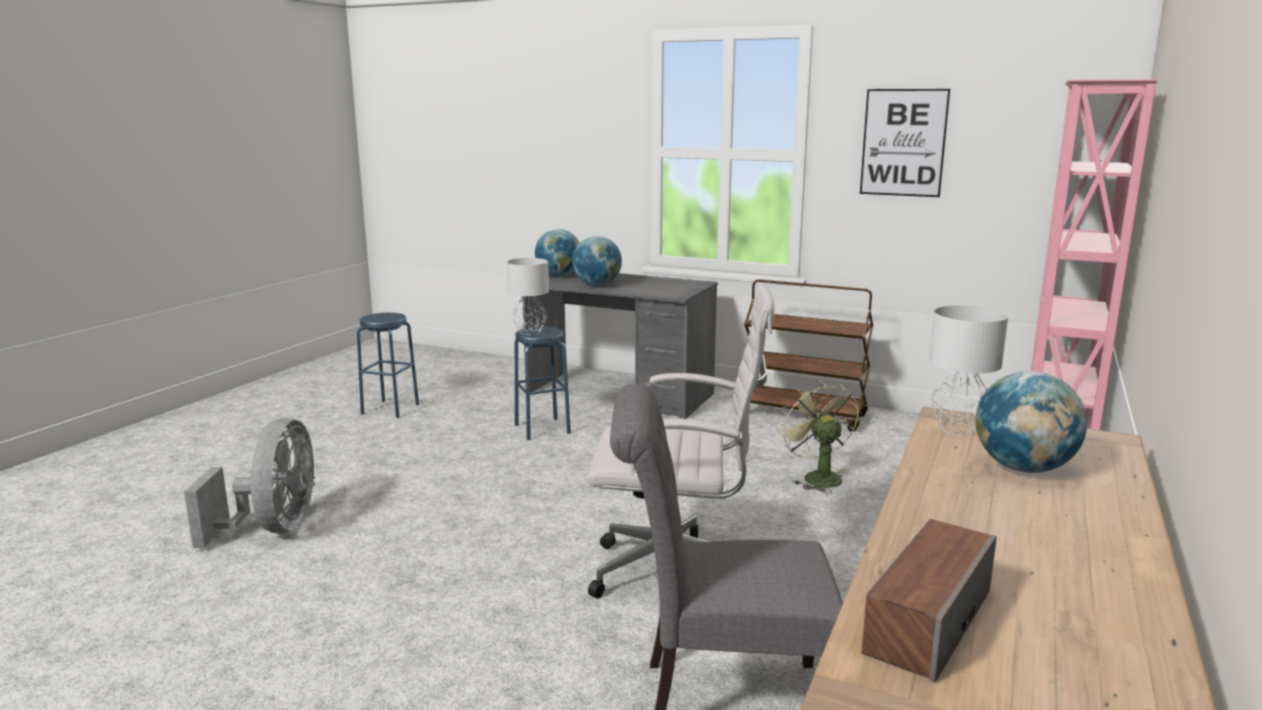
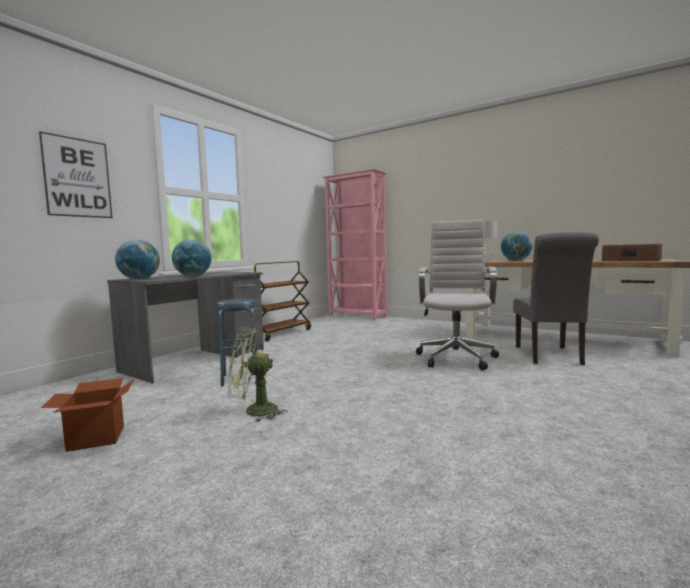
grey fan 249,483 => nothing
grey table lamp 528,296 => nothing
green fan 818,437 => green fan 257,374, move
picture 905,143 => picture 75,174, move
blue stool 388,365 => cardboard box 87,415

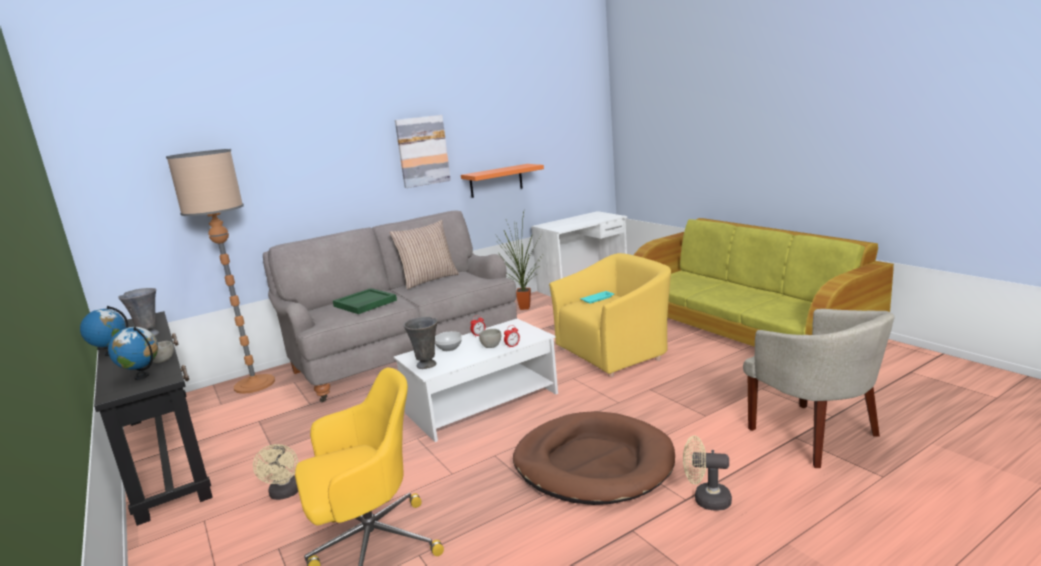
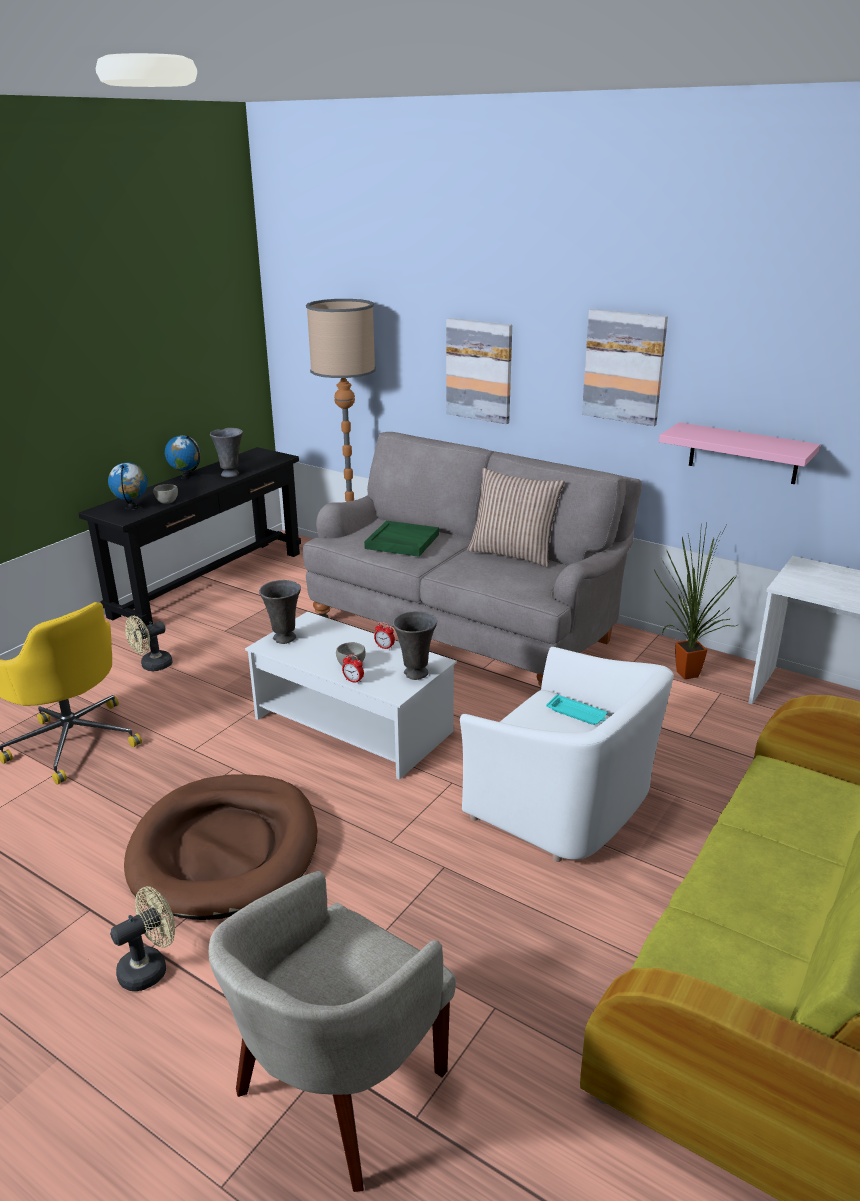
bowl 448,341 => nothing
nothing => grey vase 415,645
nothing => picture 479,371
orange shelf 502,181 => pink shelf 739,453
yellow armchair 610,315 => white armchair 567,754
beige fan 707,473 => beige fan 142,938, 60 degrees clockwise

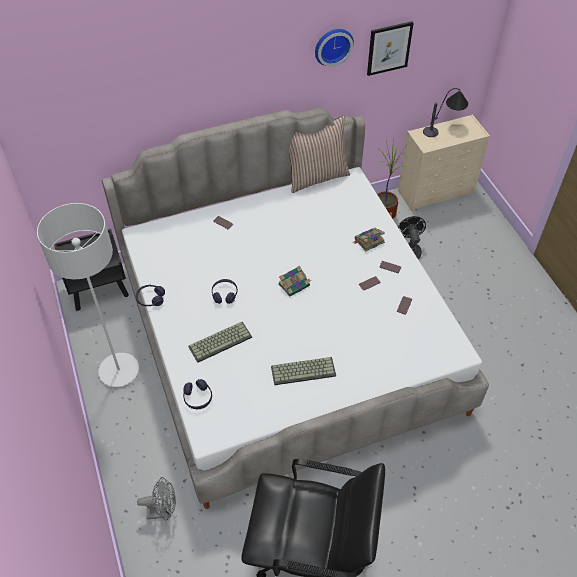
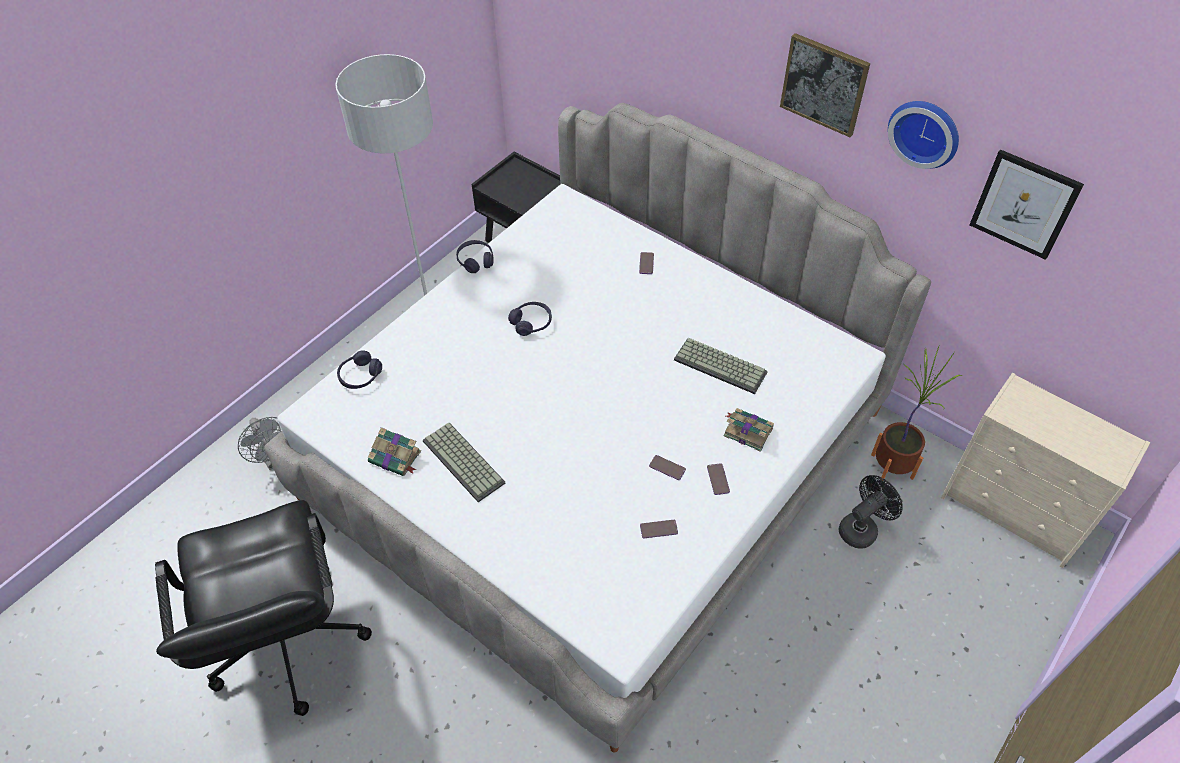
pillow 319,154 => nothing
table lamp 445,112 => nothing
nothing => picture 825,85
keyboard 220,342 => keyboard 721,366, move
book 294,281 => book 394,451, move

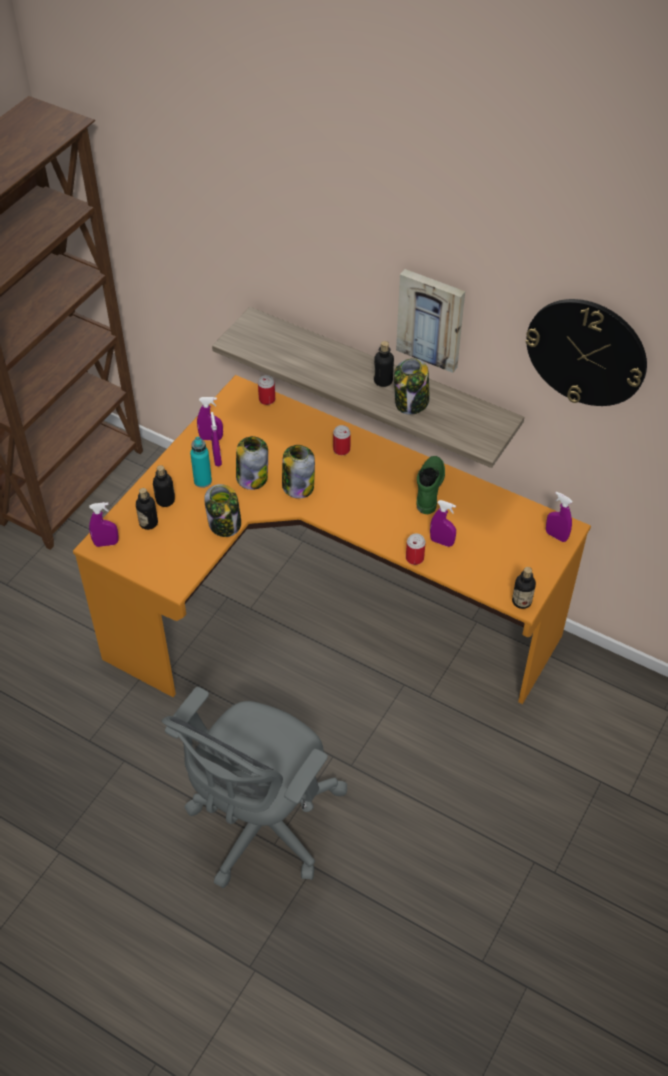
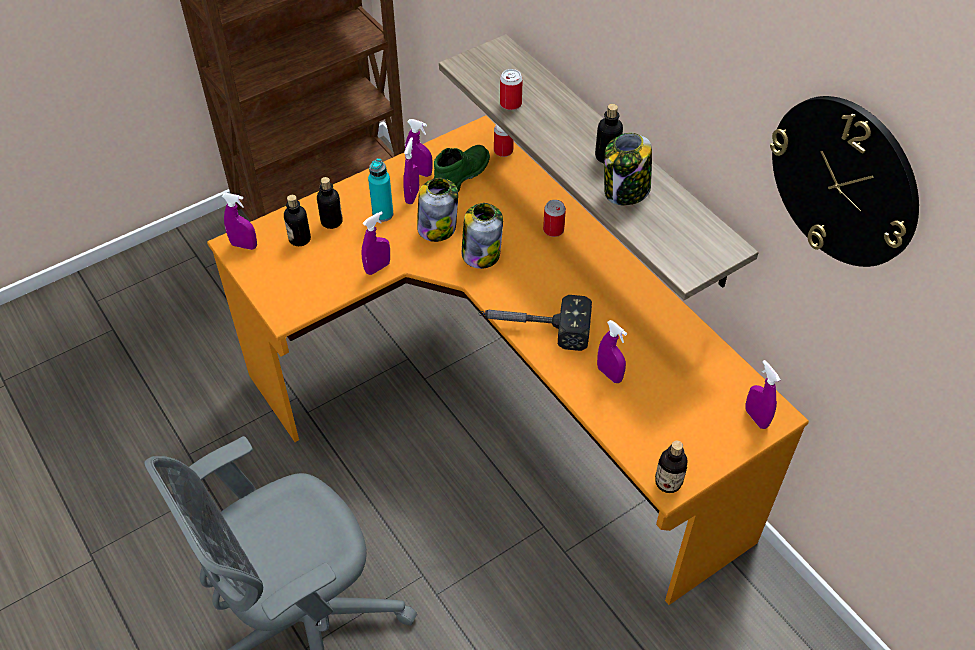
picture 430,321 => nothing
nothing => hammer 535,323
can 416,549 => can 511,89, move
green boot 431,485 => green boot 462,168, move
jar 222,510 => purple spray bottle 375,243

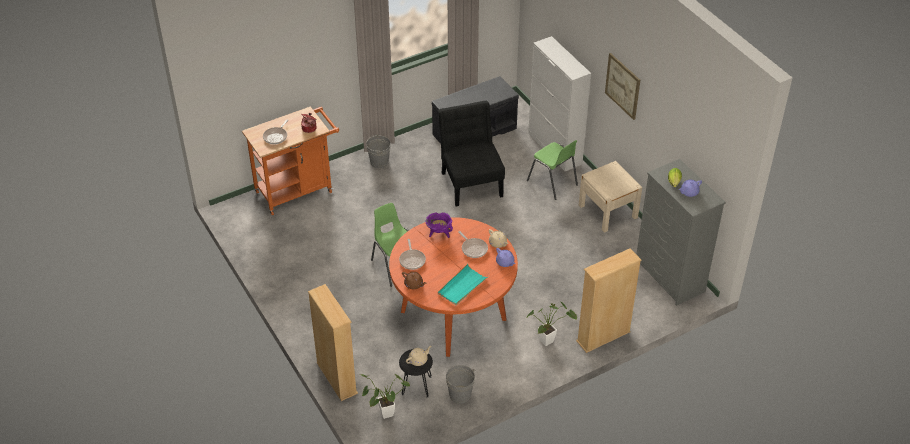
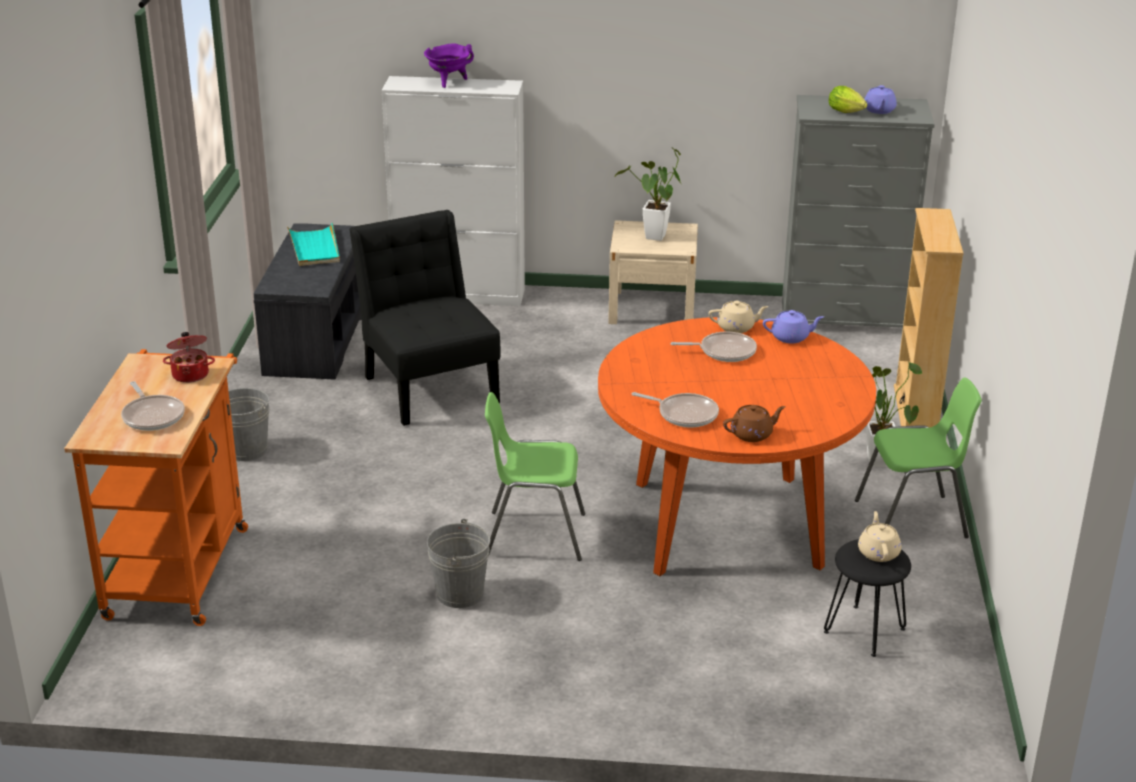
beige bookcase 333,342 => nothing
picture 622,86 => nothing
potted plant 385,396 => potted plant 648,194, move
purple cooking pot 439,225 => purple cooking pot 449,65, move
turquoise tray 463,284 => turquoise tray 313,244, move
grey bucket 461,384 => grey bucket 458,563, move
green chair 552,170 => green chair 918,457, move
black chair 471,153 => black chair 424,318, 45 degrees clockwise

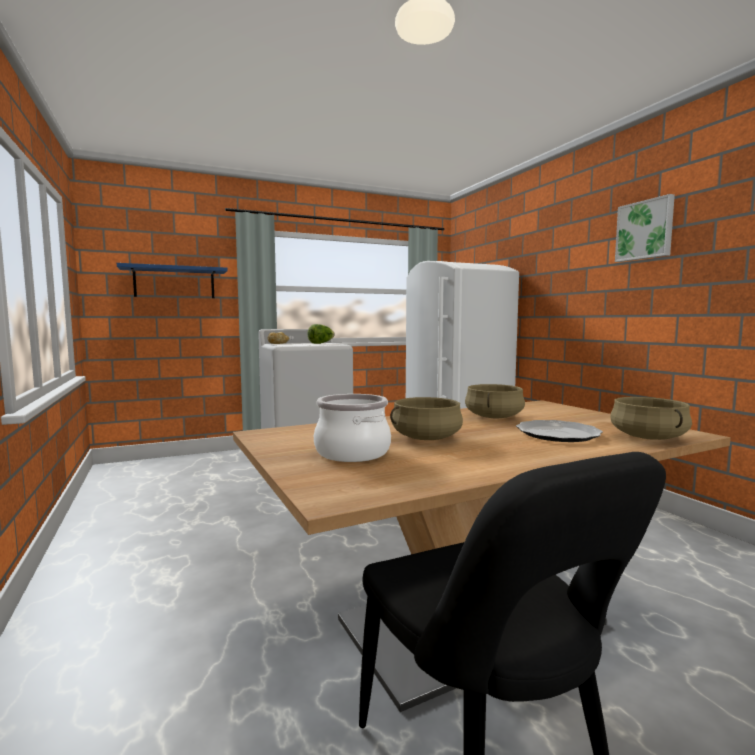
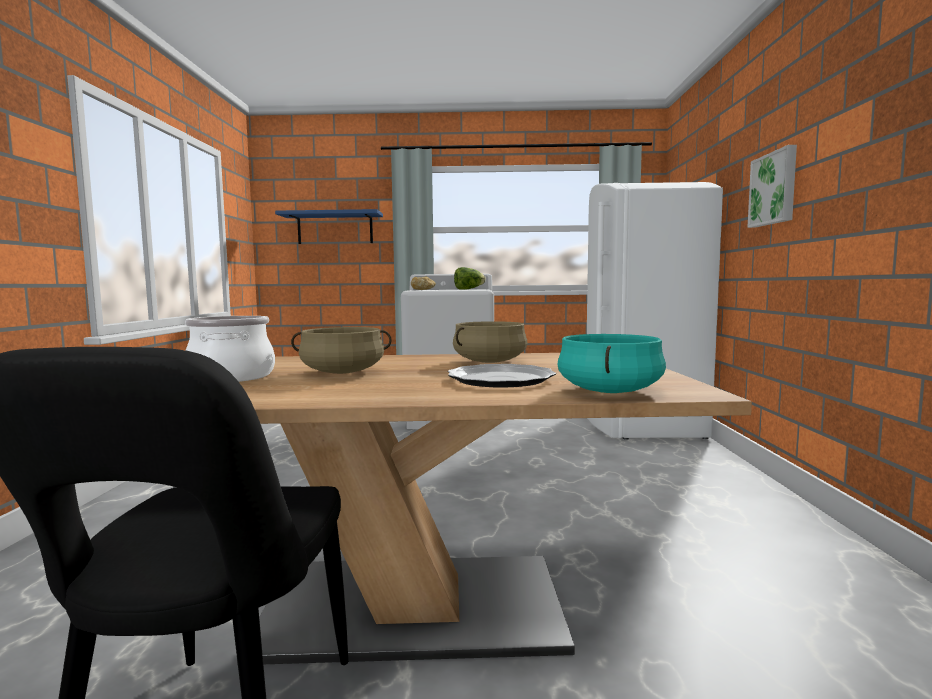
picture 645,228 => picture 772,186, move
beige cooking pot 651,418 => turquoise cooking pot 611,363

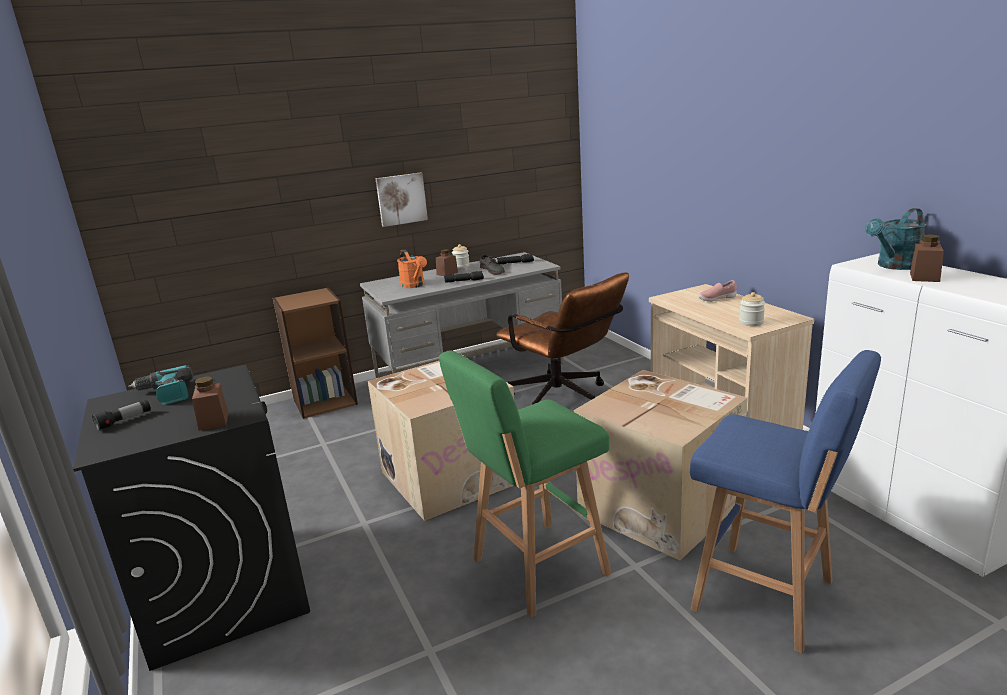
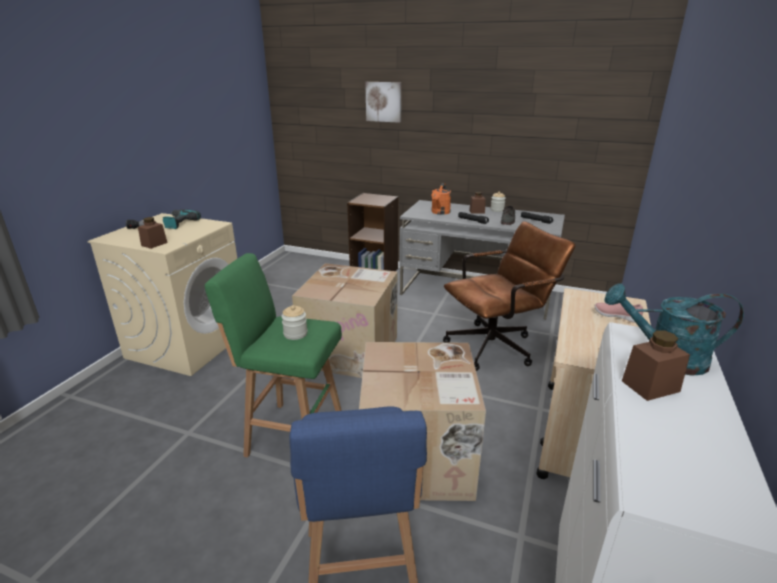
picture 401,199 => picture 383,102, move
jar 752,309 => jar 294,322, move
black washing machine 191,518 => beige washing machine 162,294
brown office chair 562,339 => brown office chair 509,296, 120 degrees counterclockwise

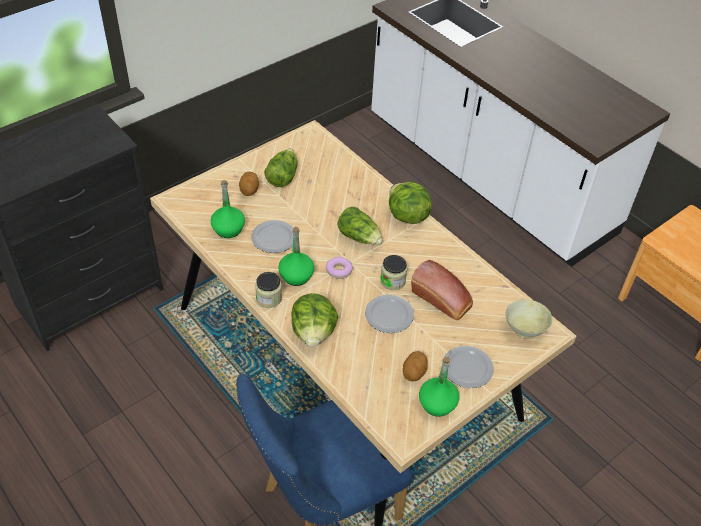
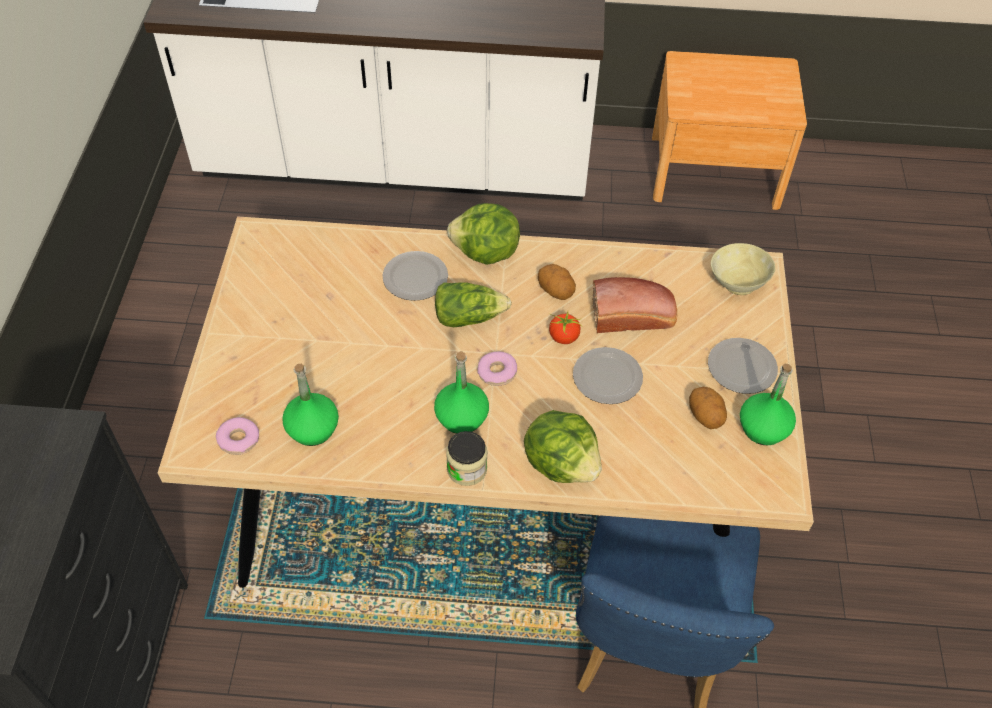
lettuce 281,167 => nothing
nothing => donut 237,436
potato 249,184 => potato 557,282, move
plate 272,236 => plate 415,276, move
jar 393,272 => tomato 565,328

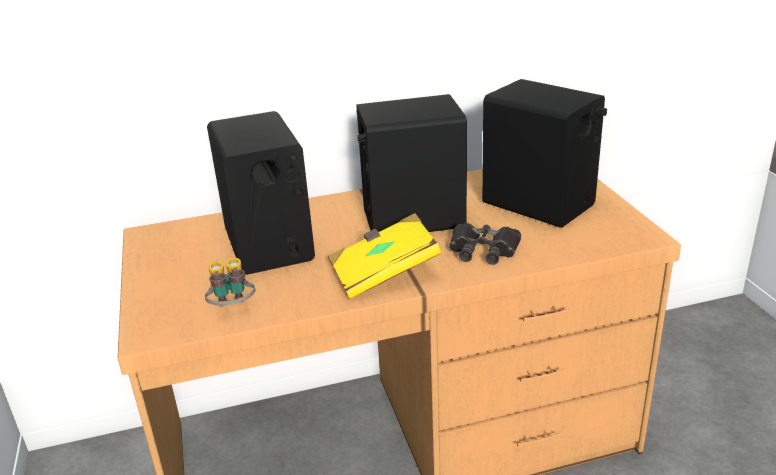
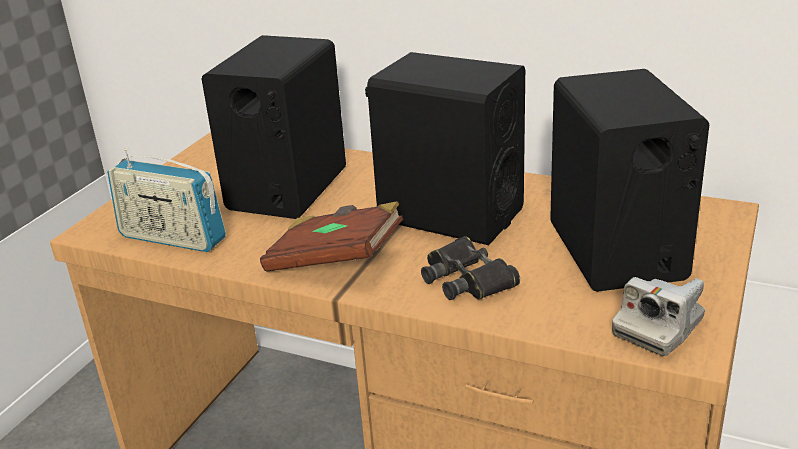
nothing => photo camera 658,316
binoculars 230,282 => radio 166,200
yellow book 384,256 => brown book 331,236

